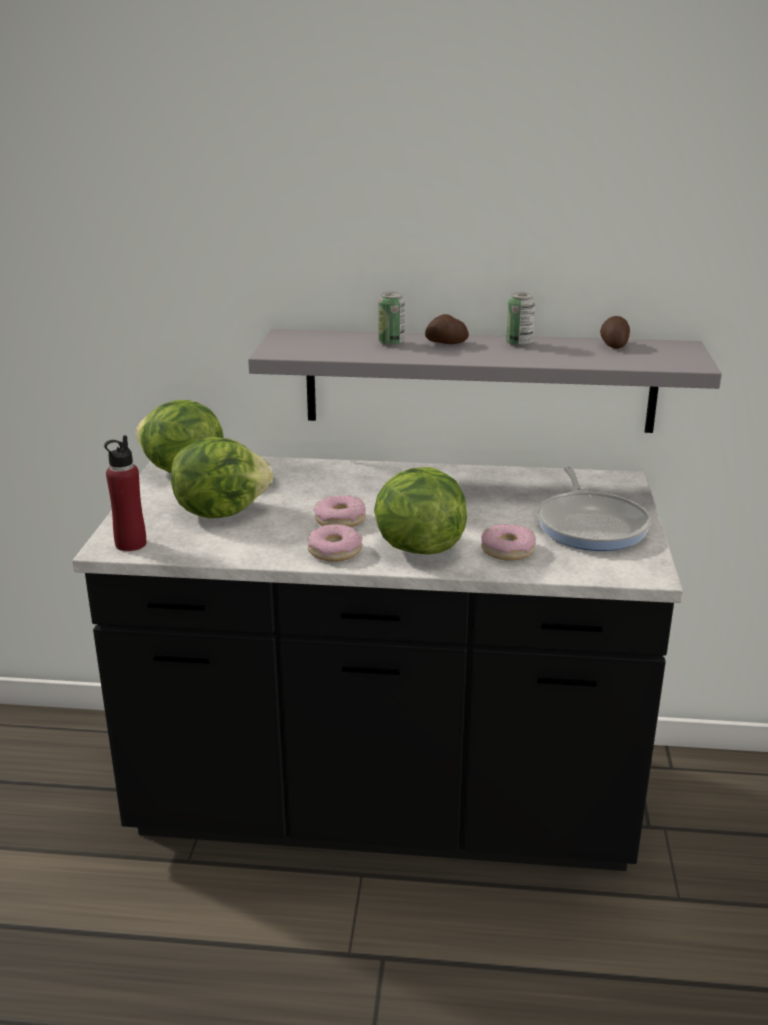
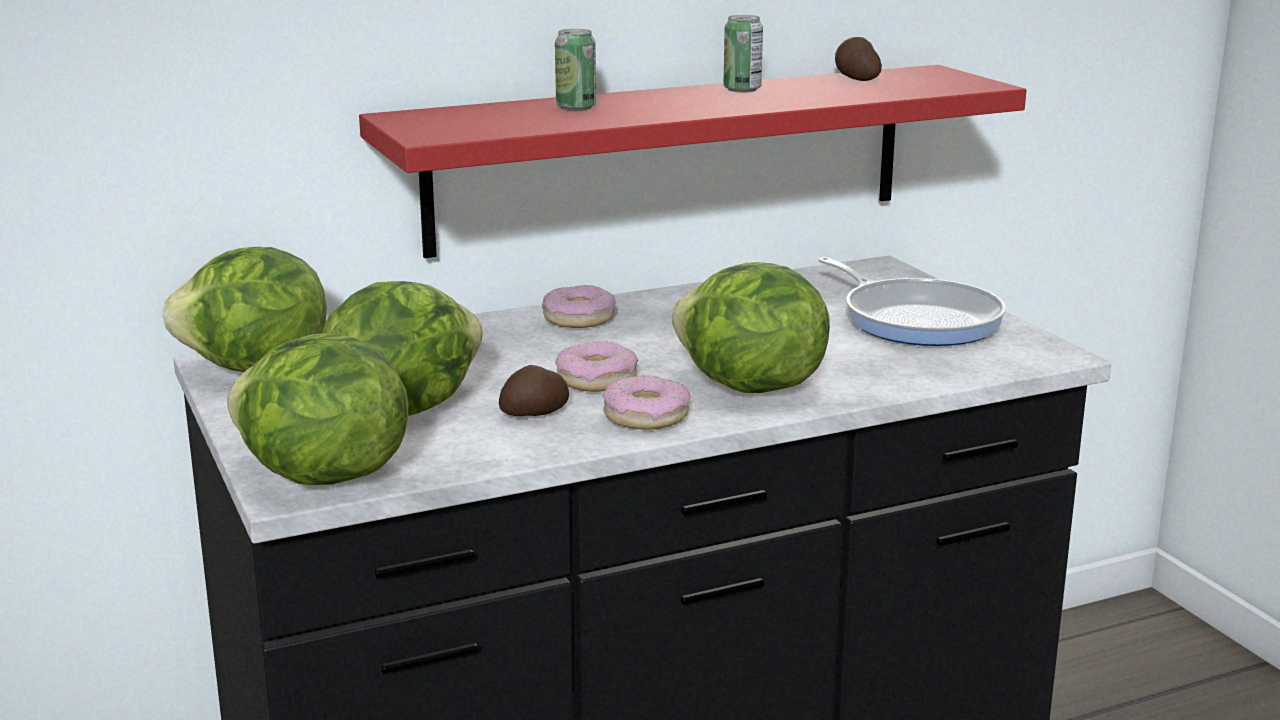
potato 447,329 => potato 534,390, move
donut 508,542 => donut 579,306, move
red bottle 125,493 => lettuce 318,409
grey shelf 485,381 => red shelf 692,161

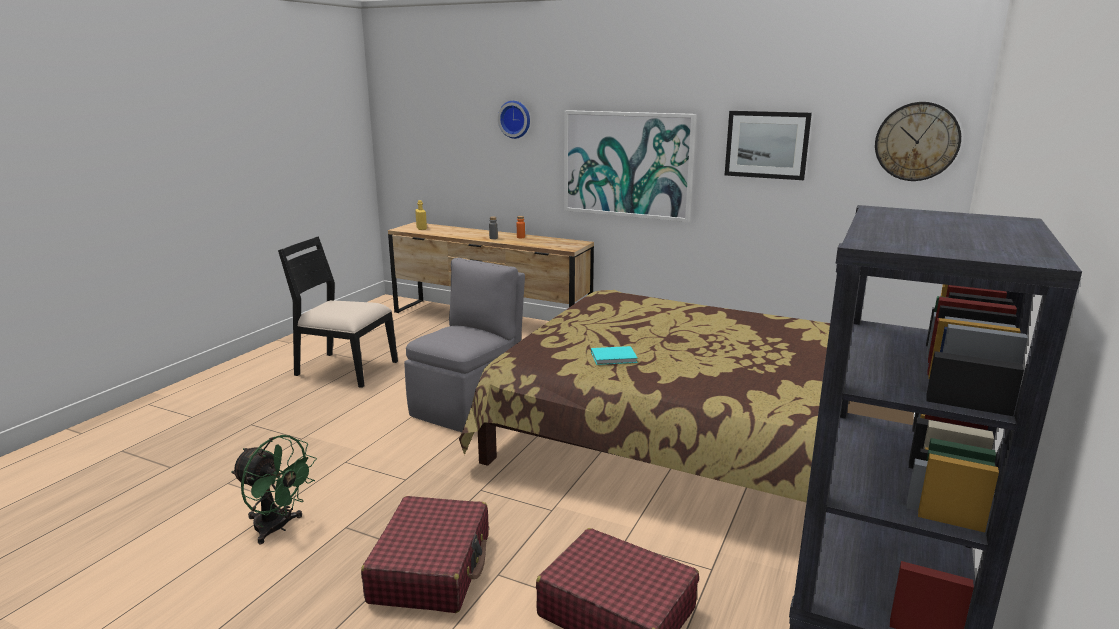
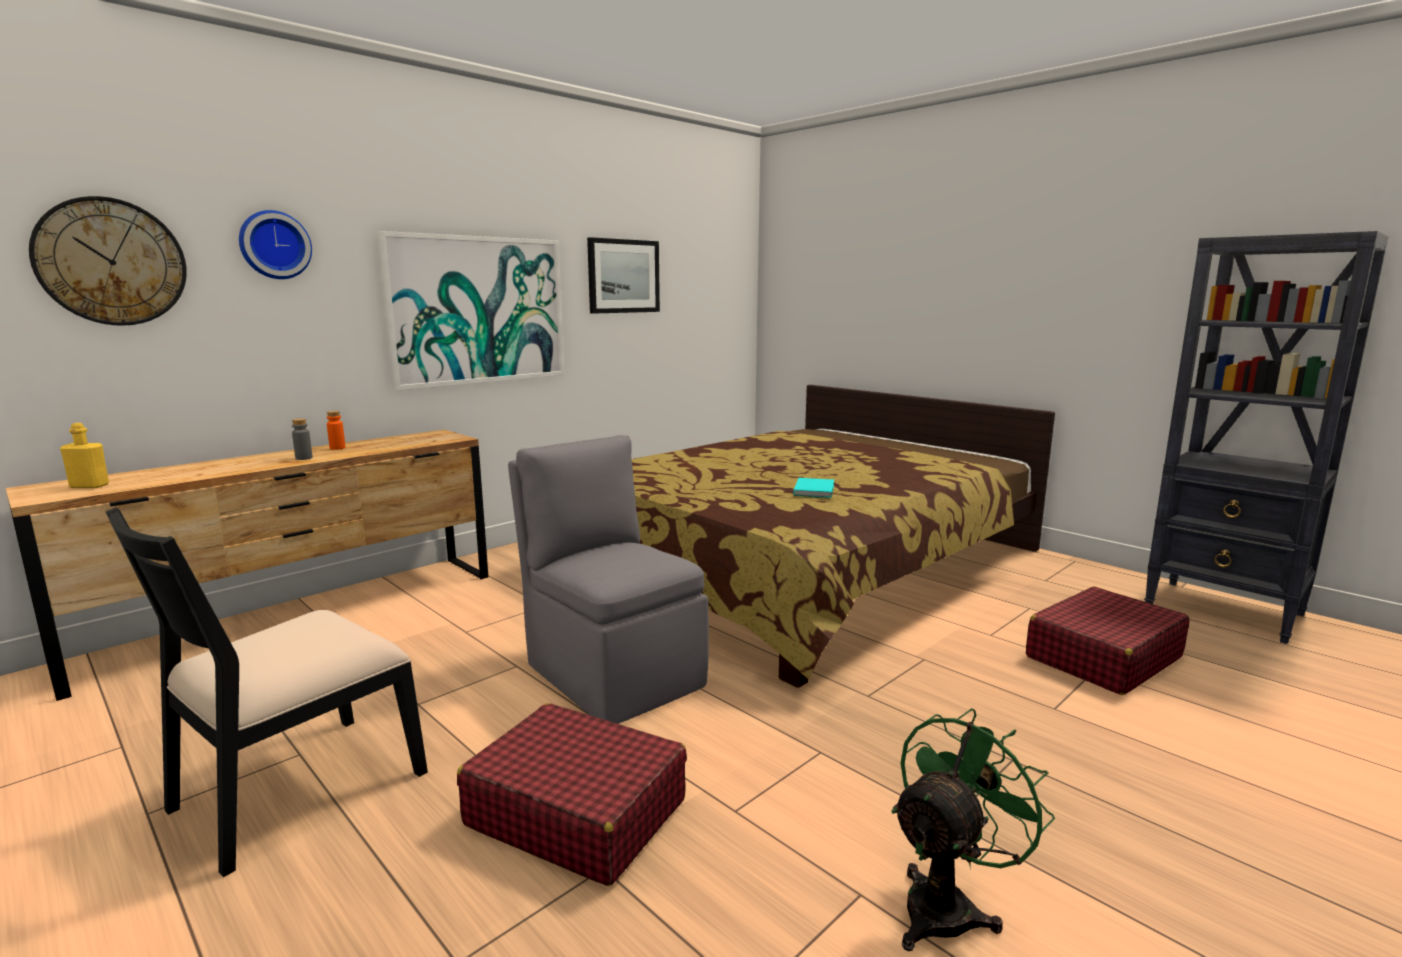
red suitcase 425,554 => red suitcase 572,794, move
wall clock 918,141 => wall clock 108,261, move

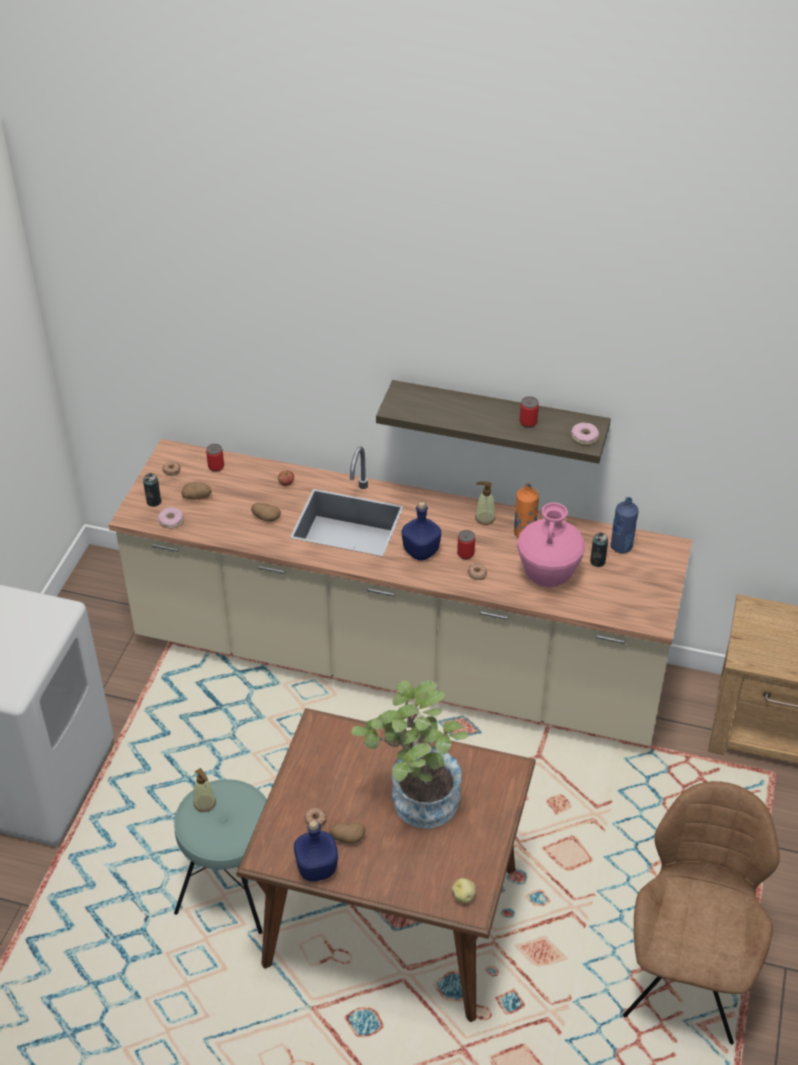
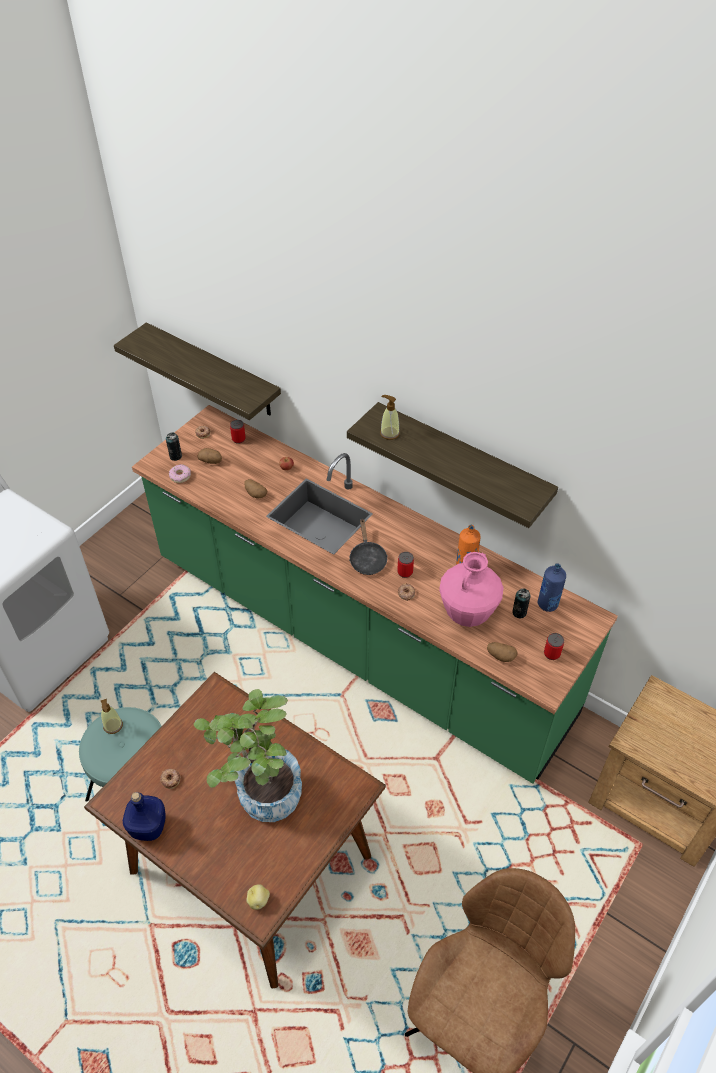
donut 585,434 => nothing
nothing => shelf 197,371
potato 347,833 => potato 502,652, move
soap dispenser 485,503 => soap dispenser 390,417, move
can 529,412 => can 554,646, move
blue bottle 421,531 => black frying pan 368,547
beige counter 400,592 => green counter 375,594

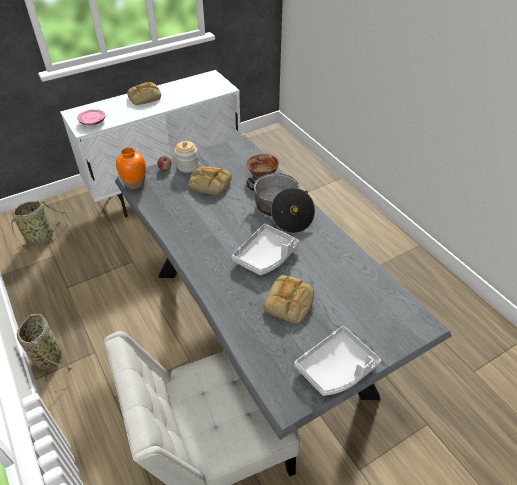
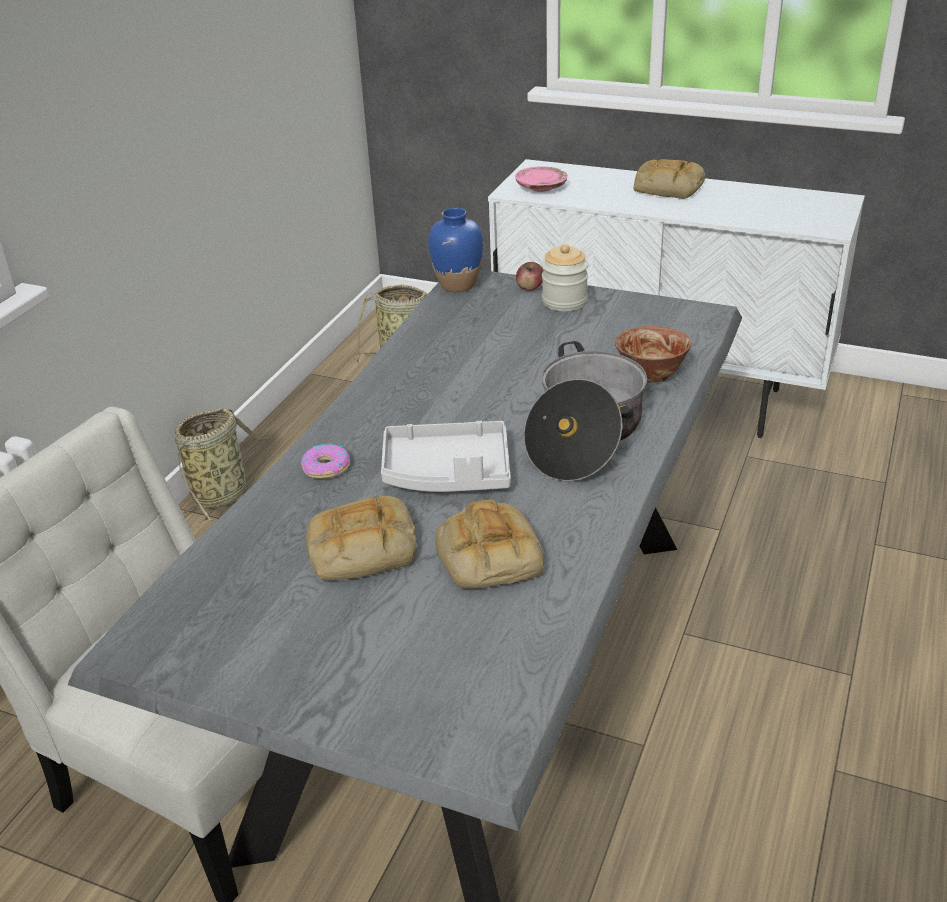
grey tray 337,361 => nothing
nothing => donut 325,461
bread 210,181 => bread 489,544, move
orange vase 131,168 => blue vase 455,250

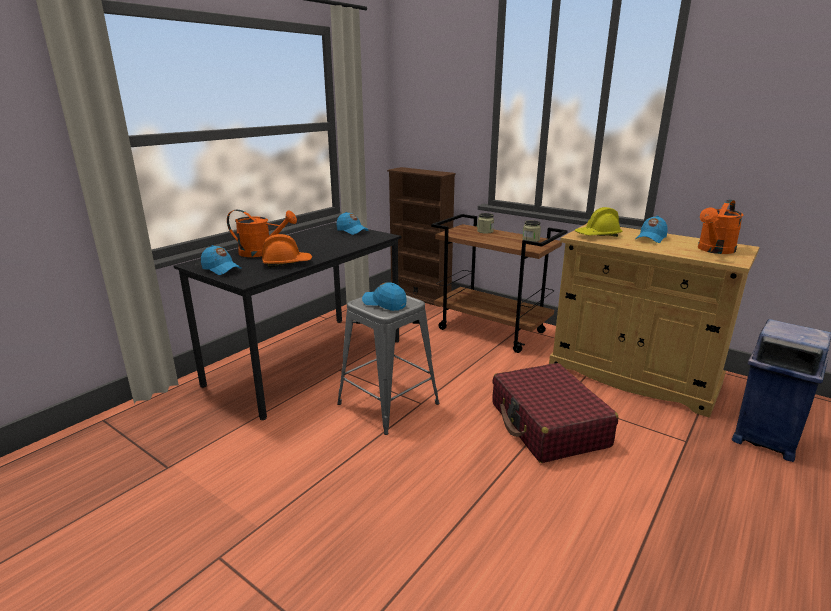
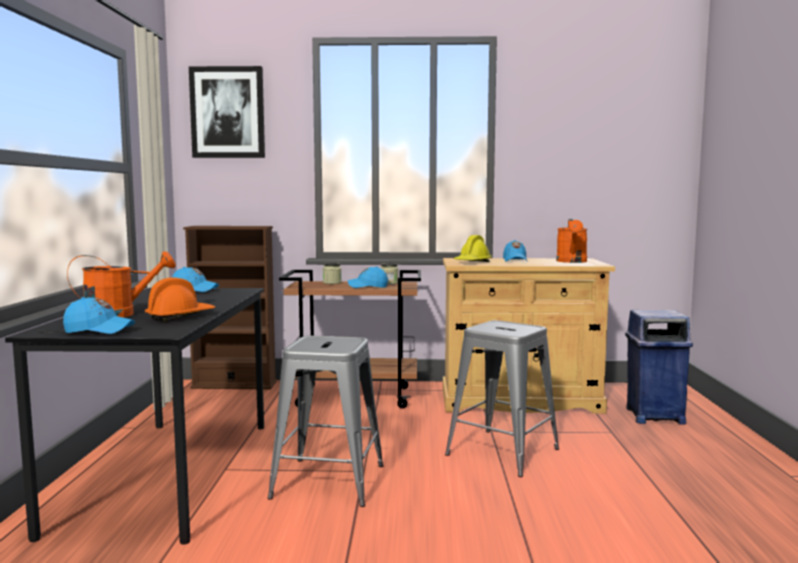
nothing => picture 227,112
blue cap 384,296 => blue cap 368,277, move
red suitcase 555,413 => grey stool 502,398

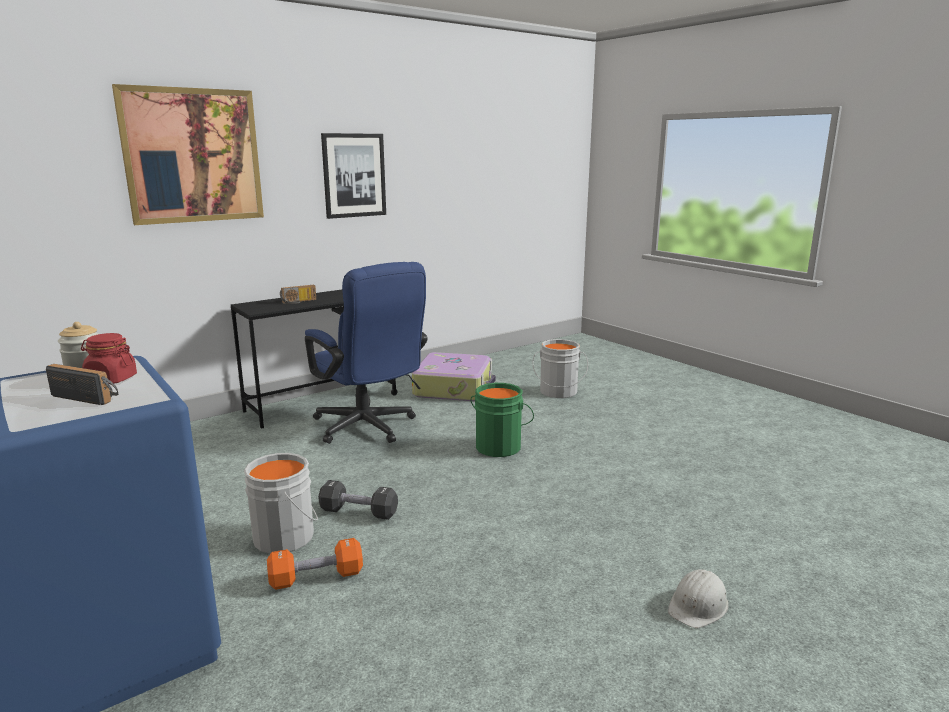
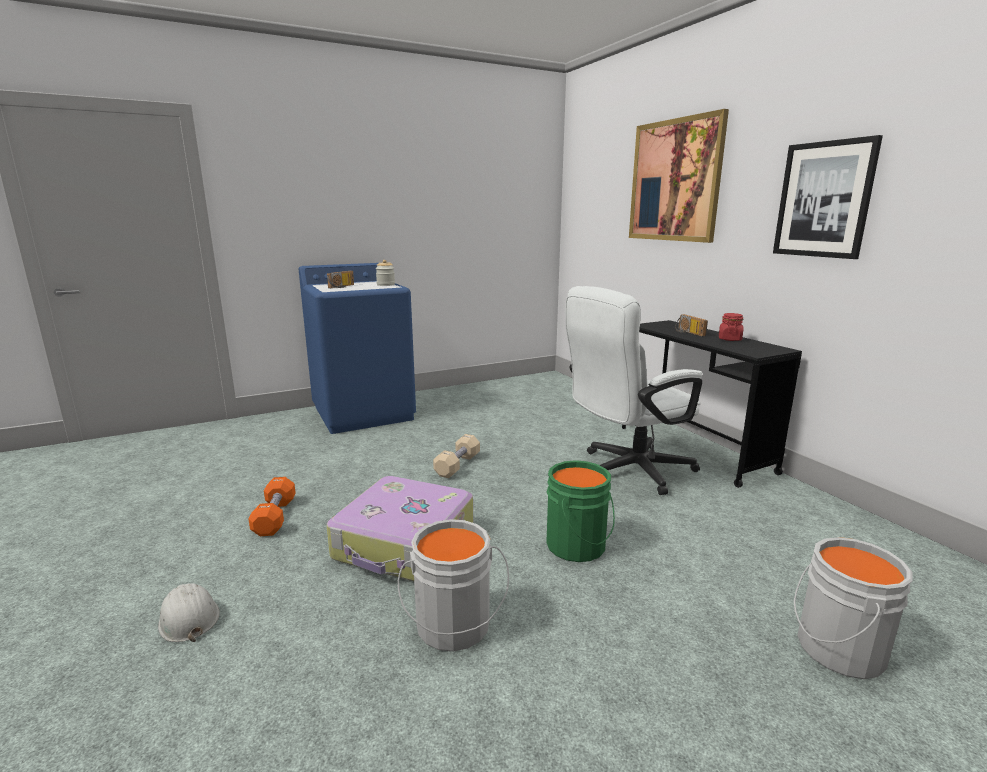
red jar 109,358 => red jar 731,327, move
grey bucket 281,503 => grey bucket 453,585, move
orange dumbbell 315,564 => orange dumbbell 272,506, move
suitcase 454,376 => suitcase 400,528, move
blue office chair 366,353 => white office chair 633,390
black dumbbell 358,500 => beige dumbbell 456,456

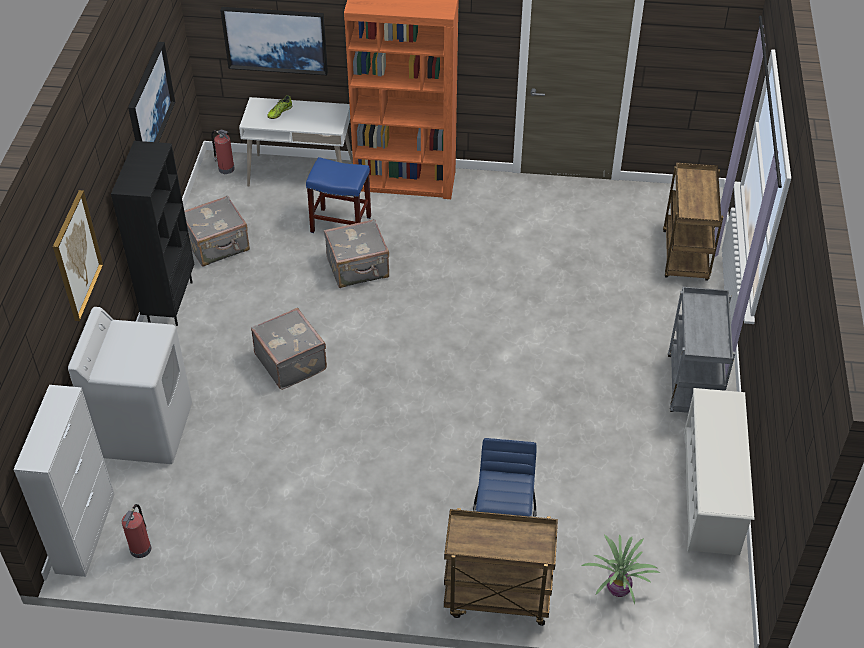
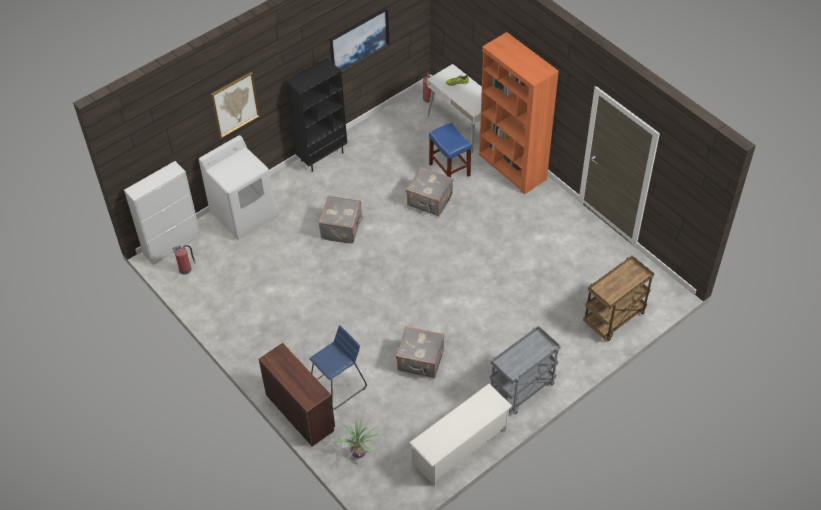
picture 274,41 => nothing
grey suitcase 217,231 => grey suitcase 420,352, move
brown cart 501,567 => brown desk 297,395

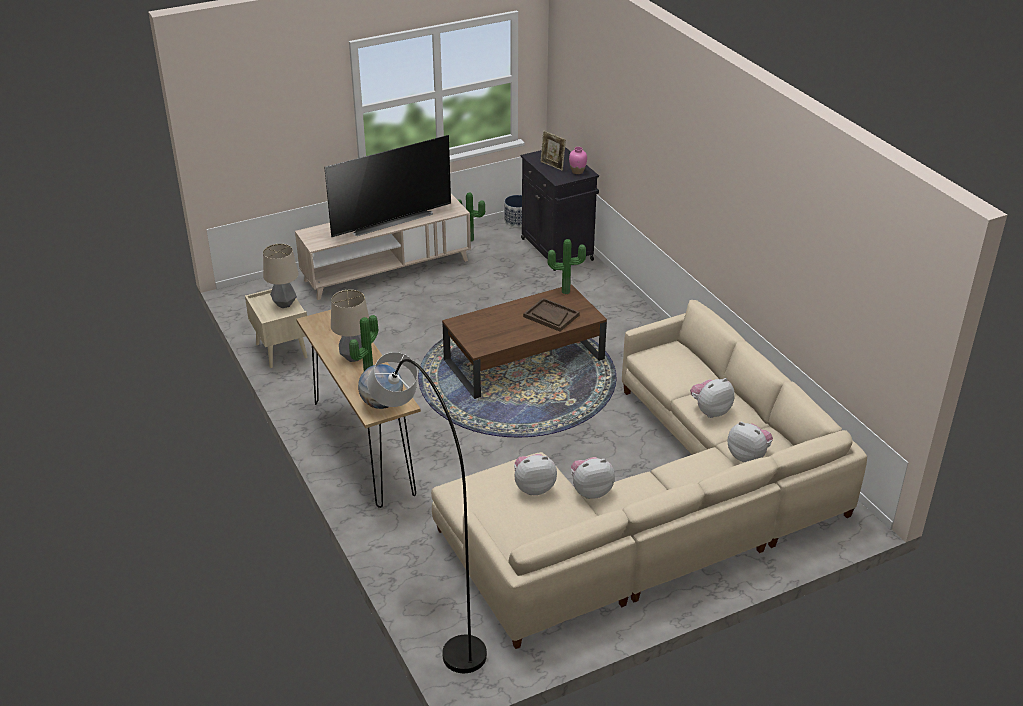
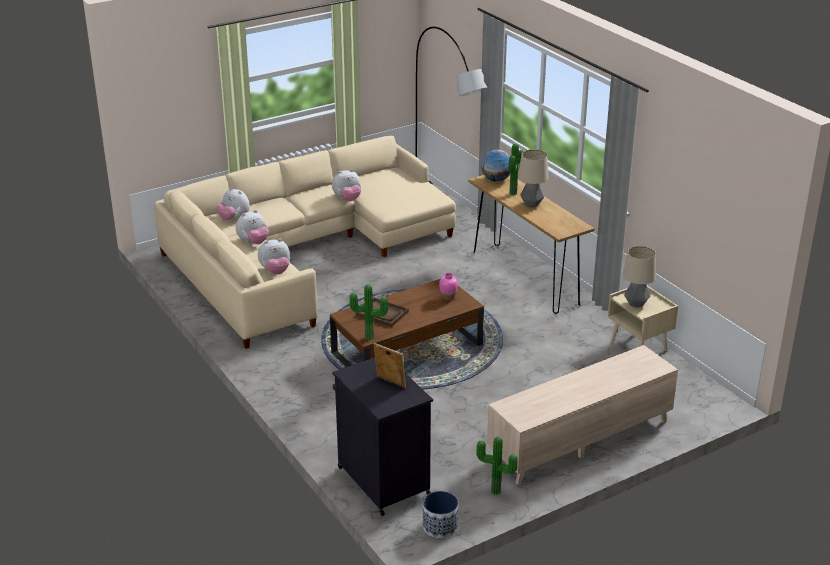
television 387,186 => nothing
plush toy 535,474 => plush toy 274,256, move
pink vase 578,160 => pink vase 448,286, move

